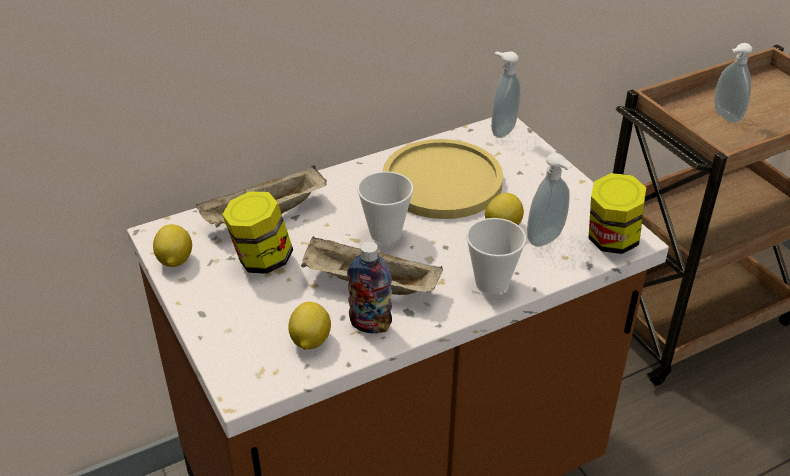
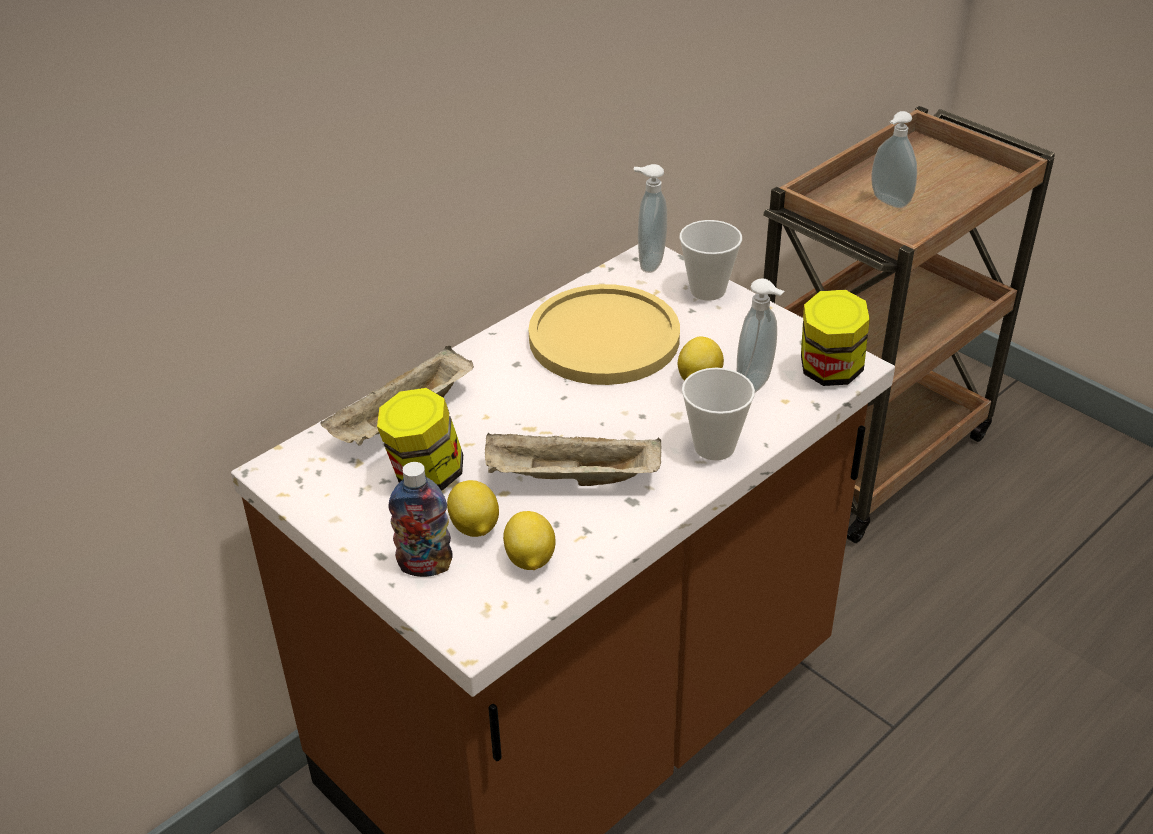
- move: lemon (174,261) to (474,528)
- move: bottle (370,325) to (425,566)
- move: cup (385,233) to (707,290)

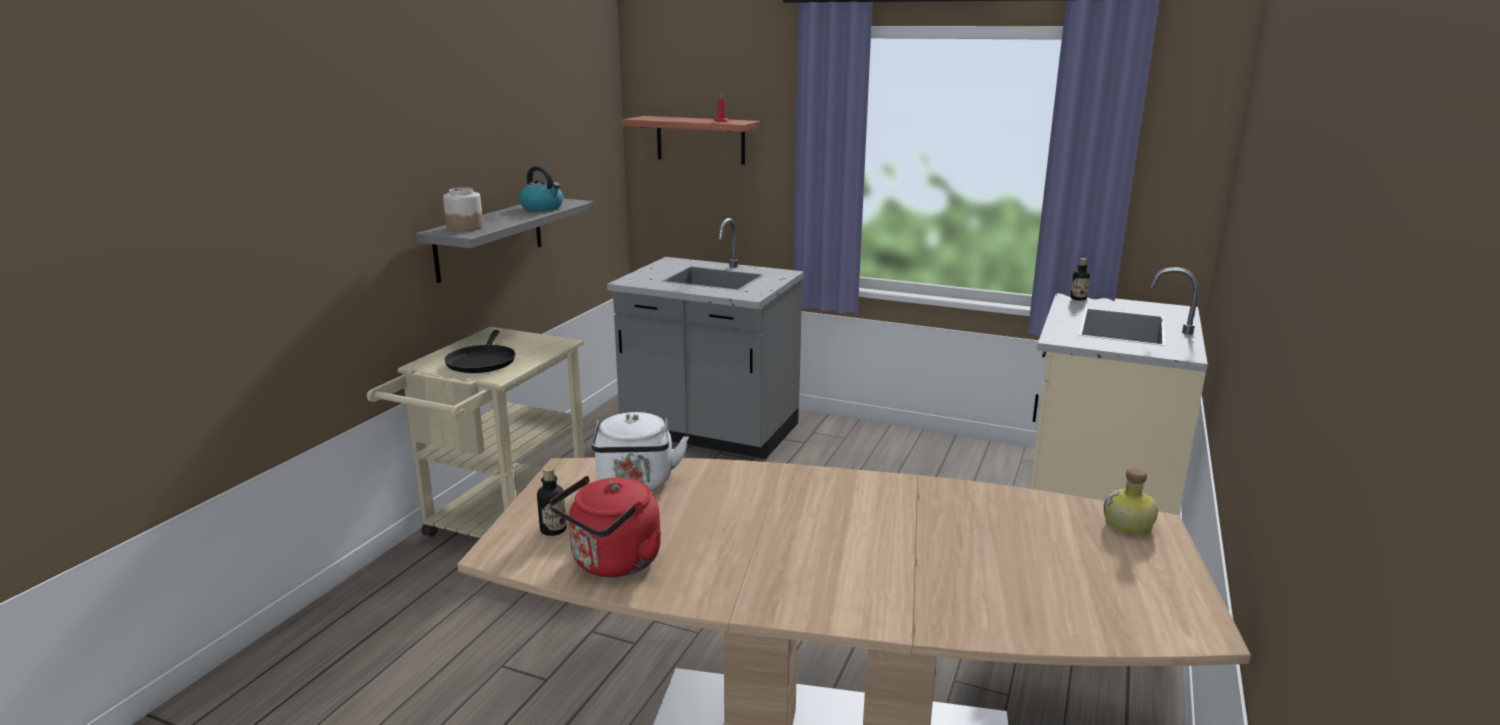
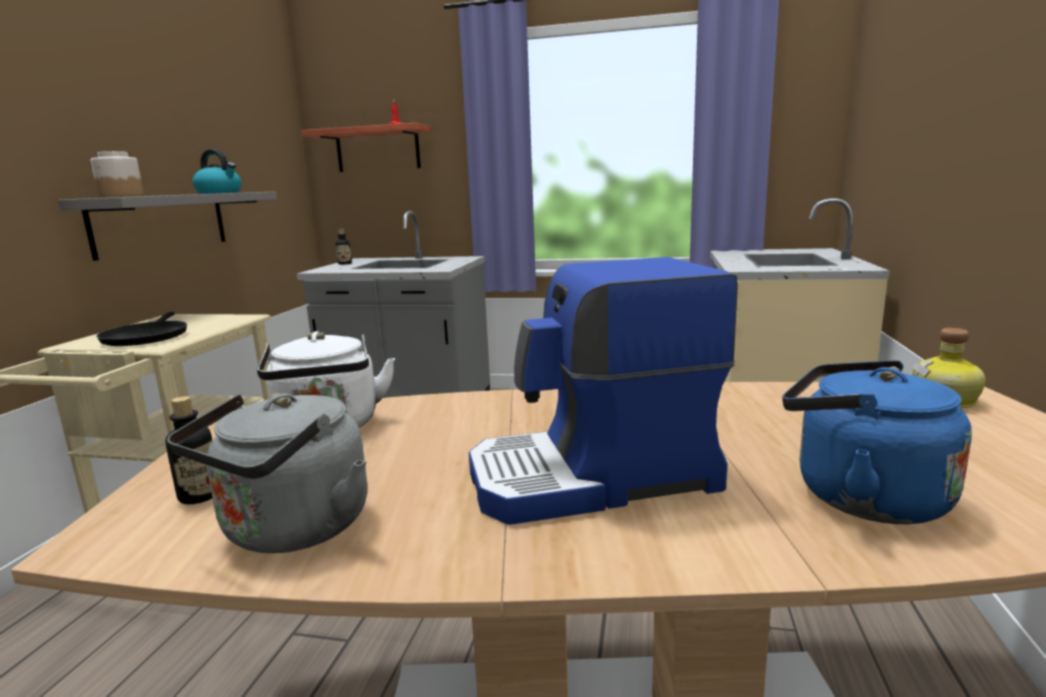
- insert: coffee machine (593,478)
- insert: kettle (blue) (860,496)
- move: bottle (1078,298) to (345,264)
- recolor: kettle (red) (612,563) to kettle (grey) (291,530)

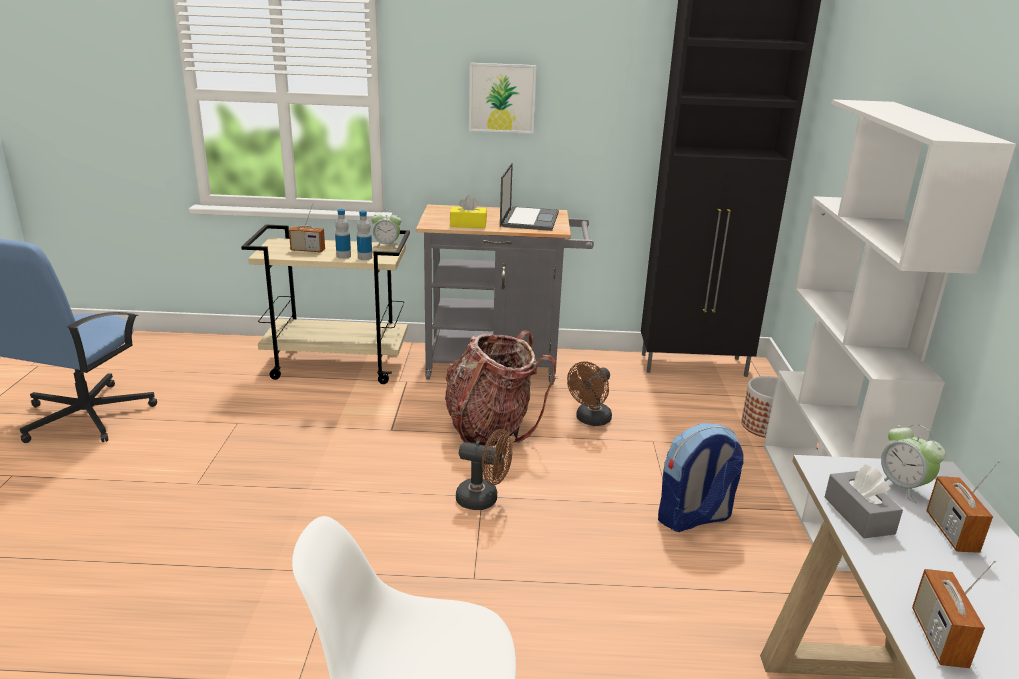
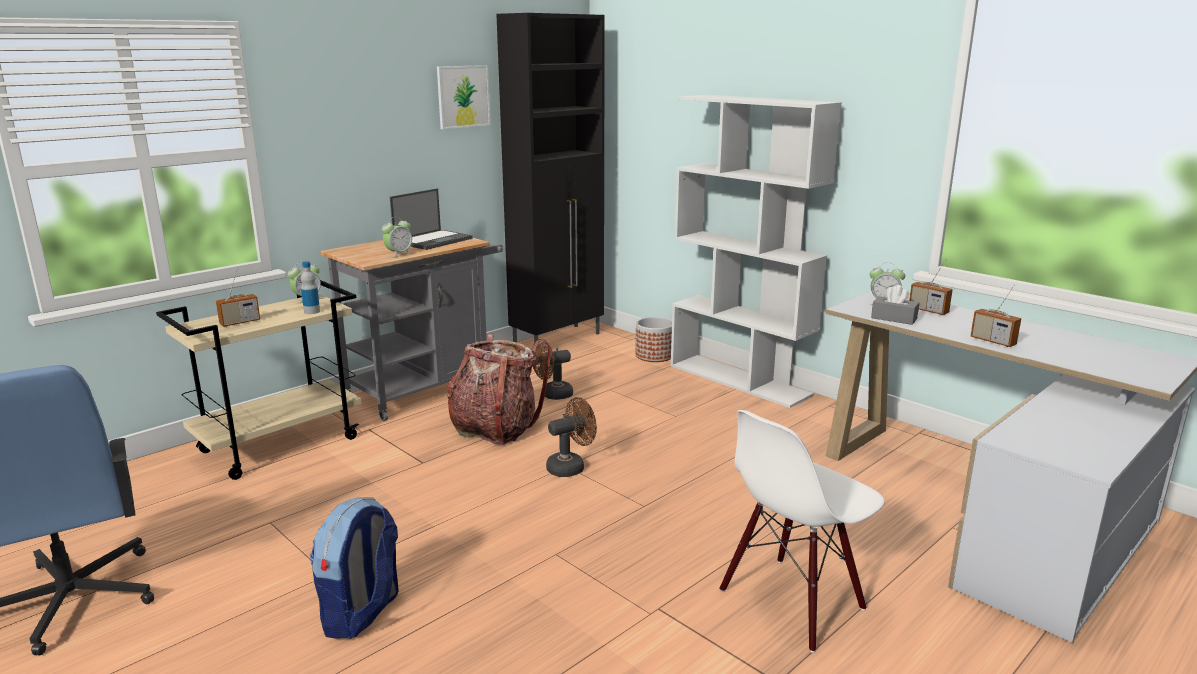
- delete: bottle (343,256)
- move: picture (502,98) to (463,96)
- move: backpack (693,518) to (362,614)
- replace: tissue box (yellow) (468,224) to alarm clock (399,254)
- rotate: laptop (529,219) = (433,240) 75 degrees clockwise
- rotate: fan (brown) (590,420) = (552,395) 75 degrees clockwise

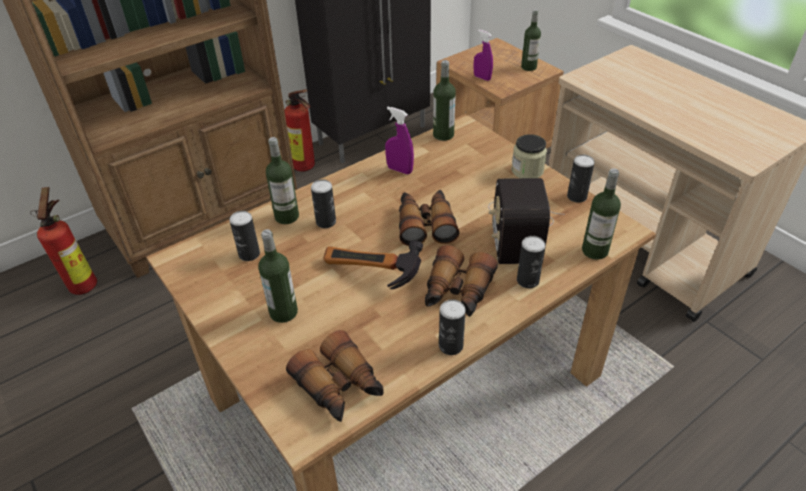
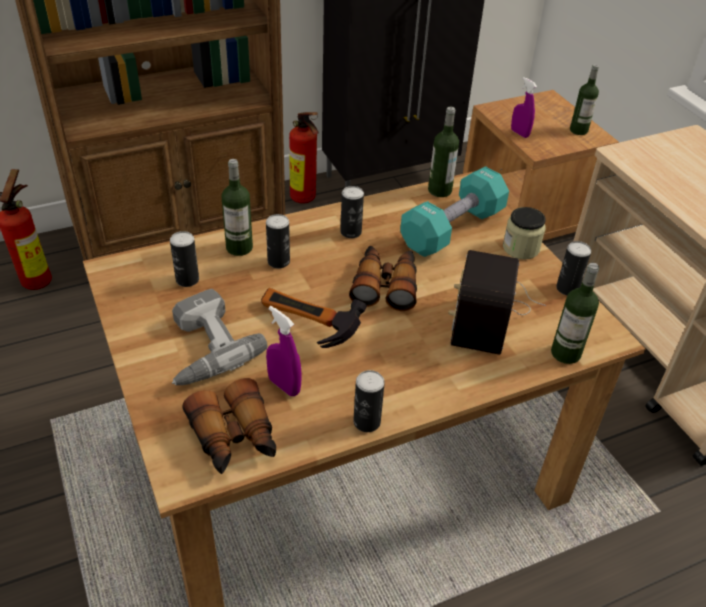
- delete: binoculars (457,292)
- insert: dumbbell (turquoise) (452,229)
- move: spray bottle (purple) (399,170) to (284,386)
- move: can (527,280) to (351,232)
- replace: bottle (283,312) to power drill (202,348)

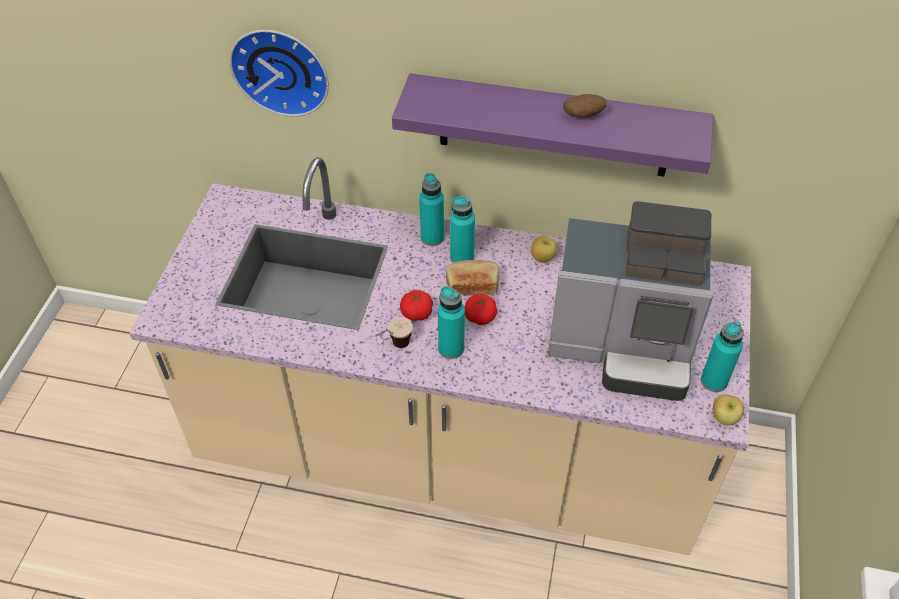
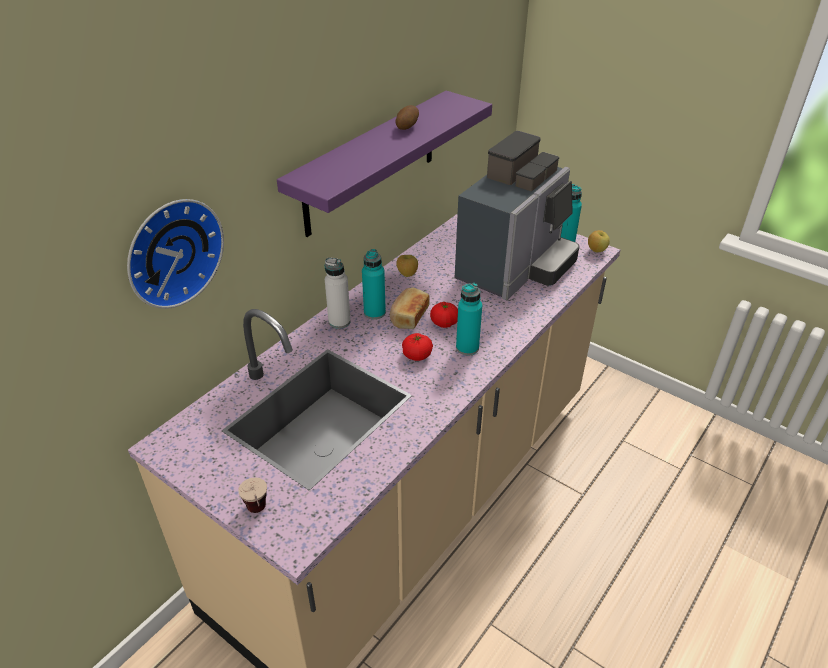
- move: cup (394,348) to (259,514)
- recolor: bottle (turquoise) (432,237) to bottle (white) (339,321)

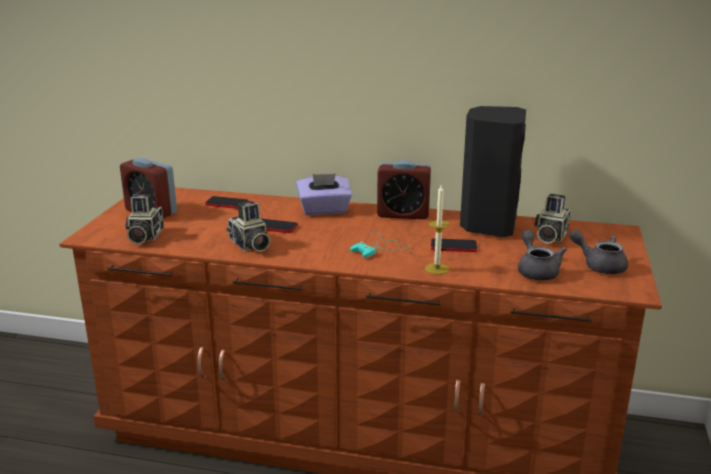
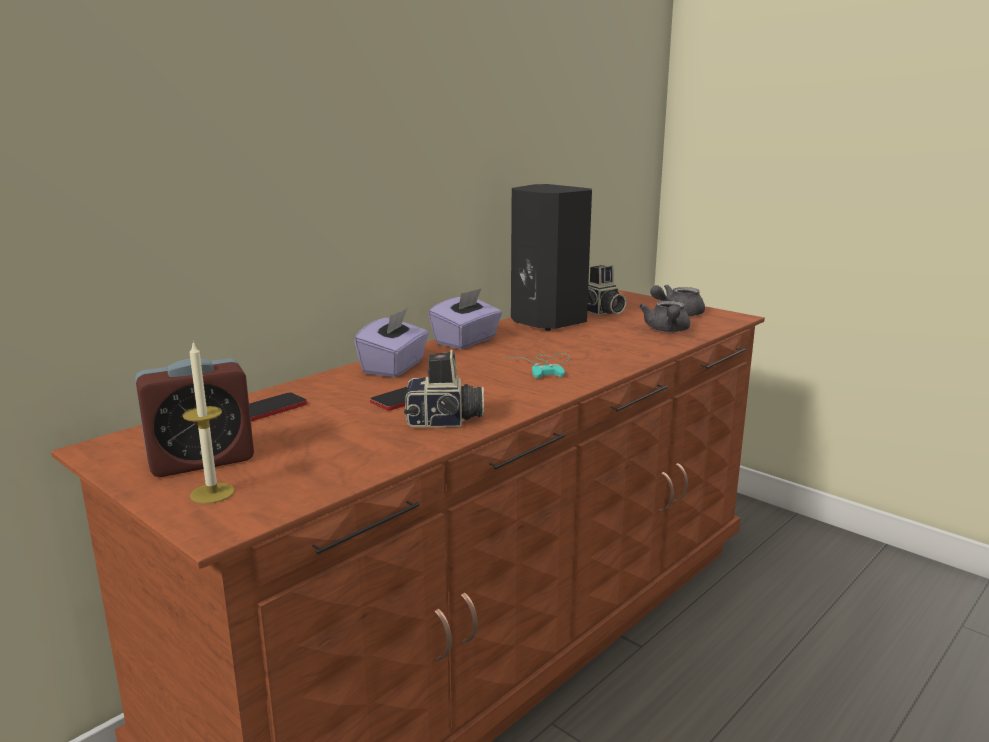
- delete: photo camera (144,236)
- delete: phone (453,246)
- move: candle (437,269) to (212,493)
- replace: alarm clock (403,214) to tissue box (purple) (466,341)
- rotate: teapot (grey) (536,270) = (667,330) 105 degrees counterclockwise

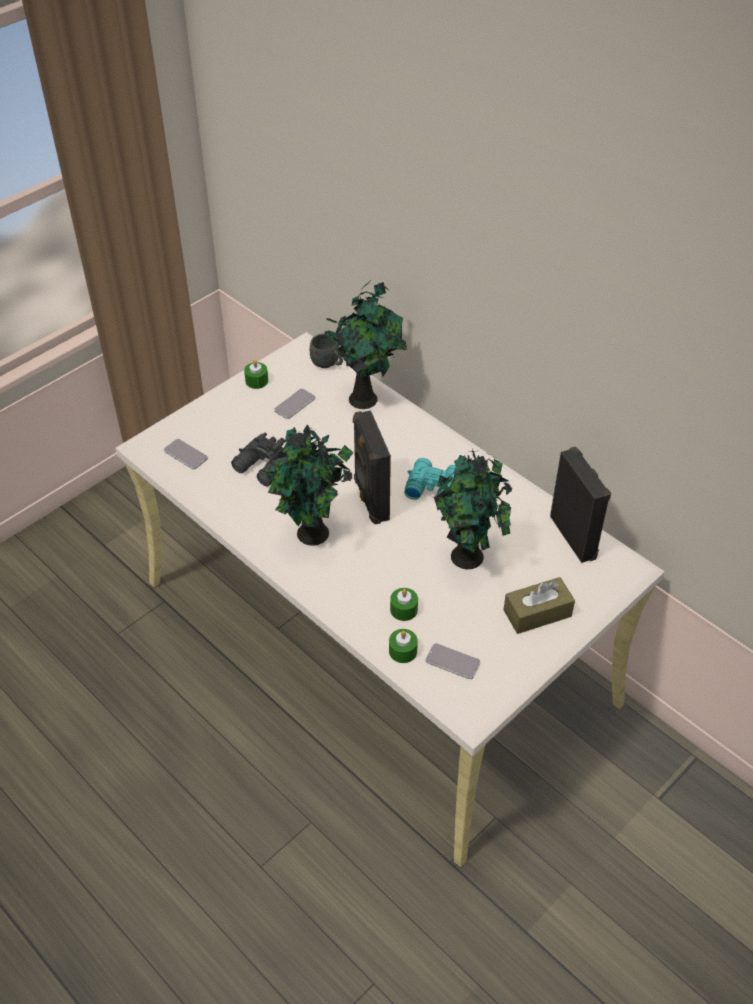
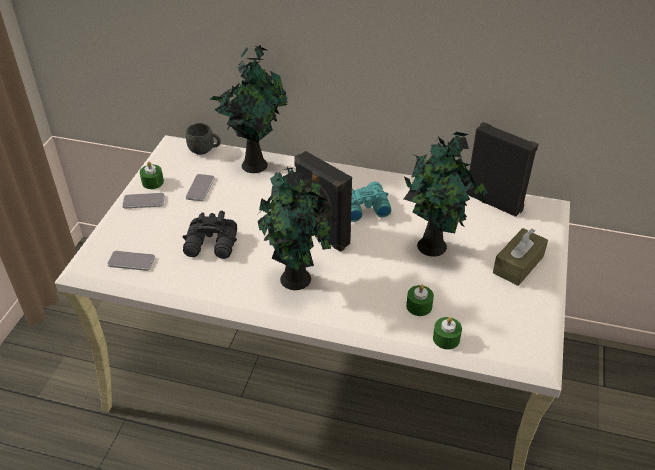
- move: phone (452,662) to (143,201)

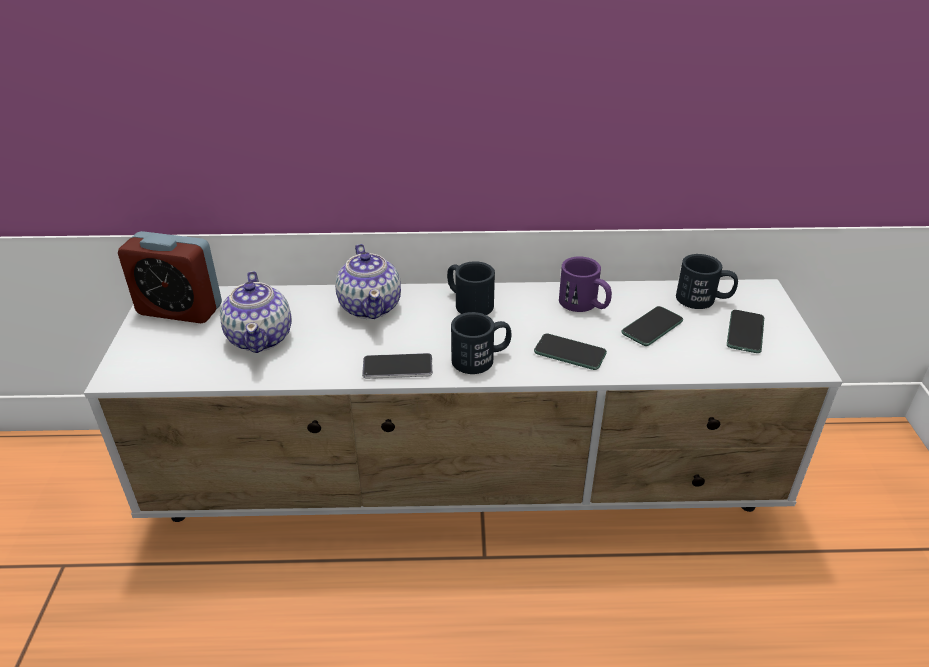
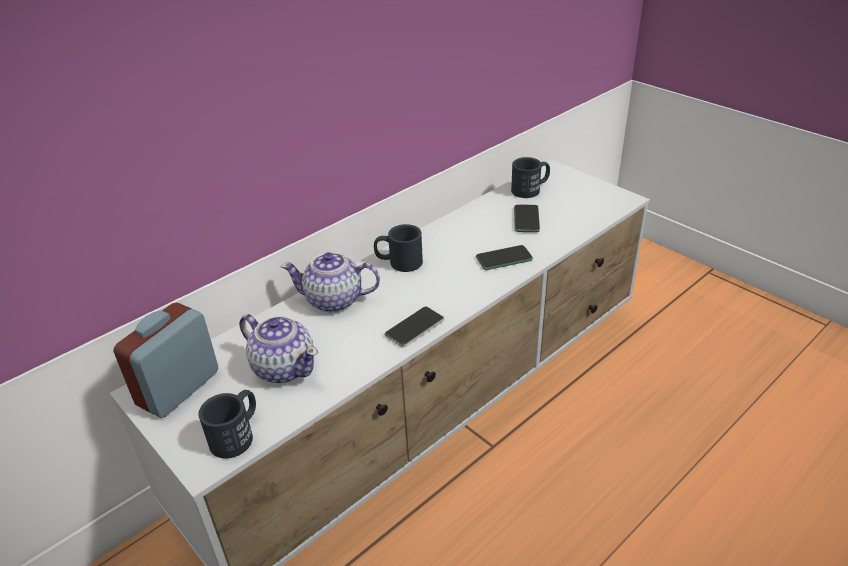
- delete: mug (purple) (584,304)
- delete: phone (745,332)
- move: mug (black) (481,358) to (237,434)
- rotate: alarm clock (180,310) = (178,388) 150 degrees clockwise
- rotate: teapot (370,306) = (335,300) 150 degrees clockwise

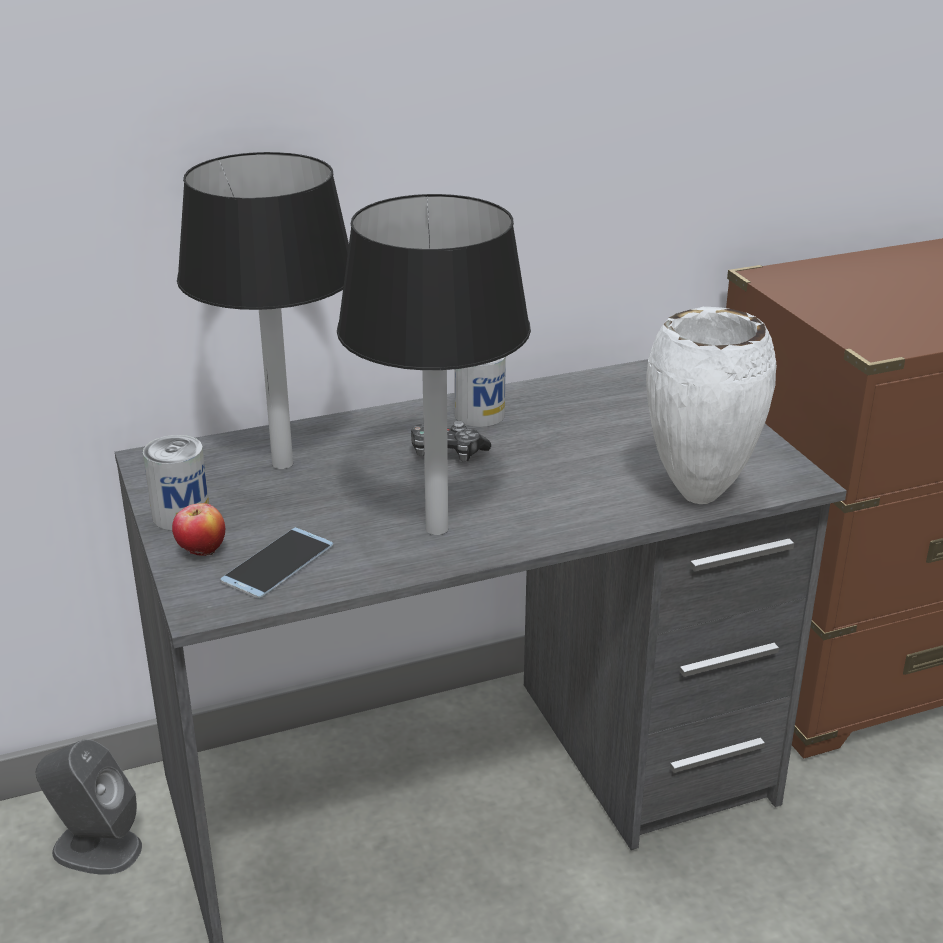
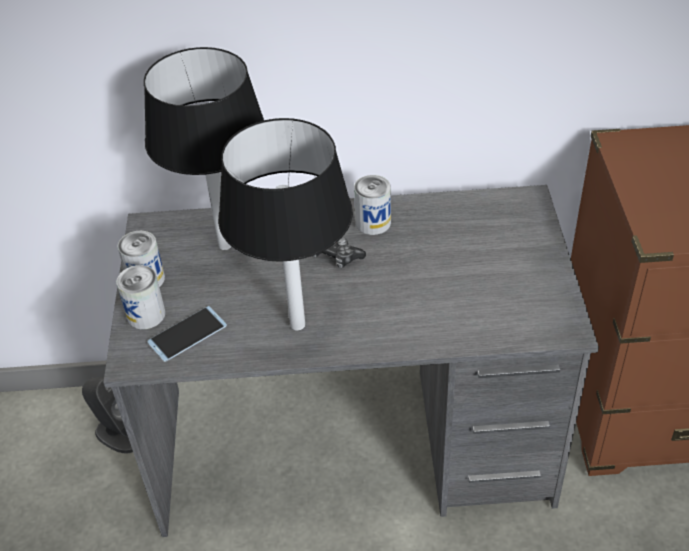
- delete: vase (white) (696,496)
- replace: apple (201,552) to can (146,315)

